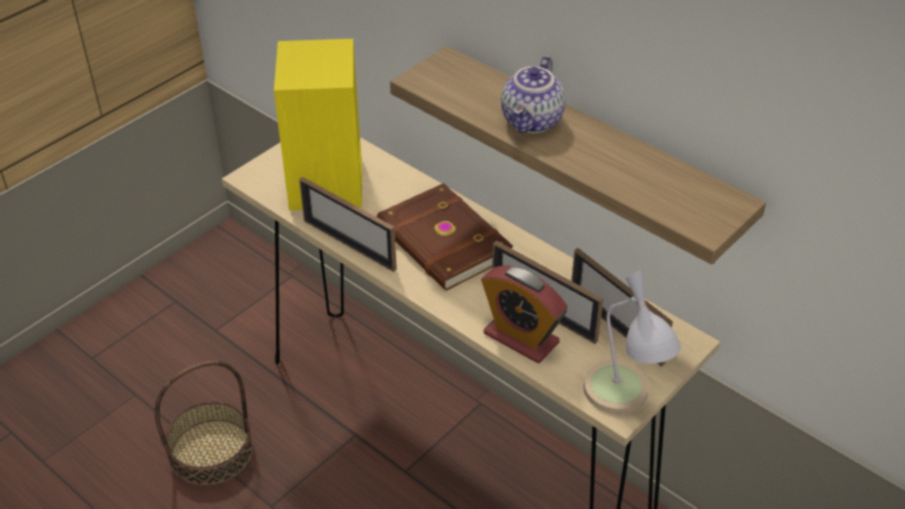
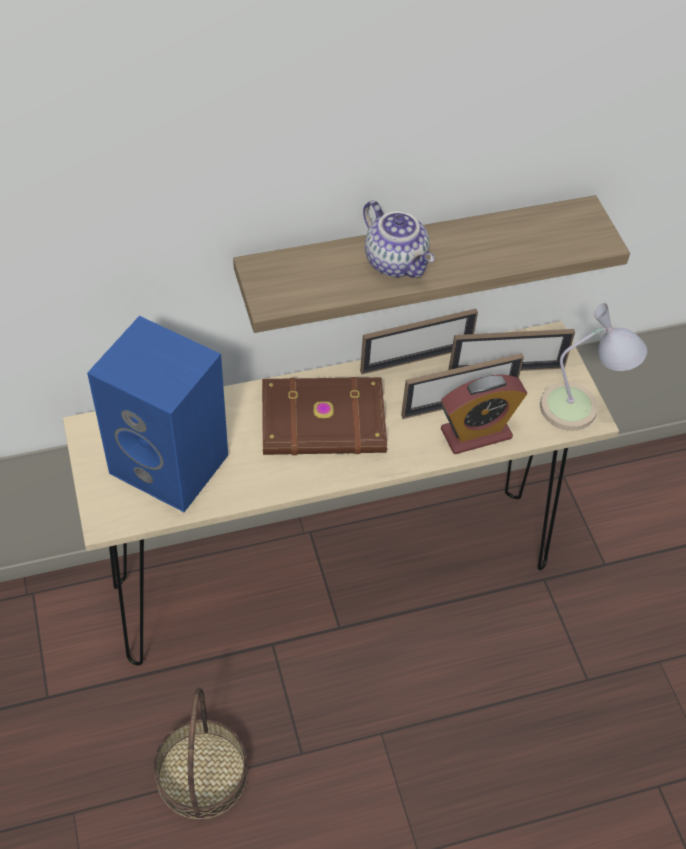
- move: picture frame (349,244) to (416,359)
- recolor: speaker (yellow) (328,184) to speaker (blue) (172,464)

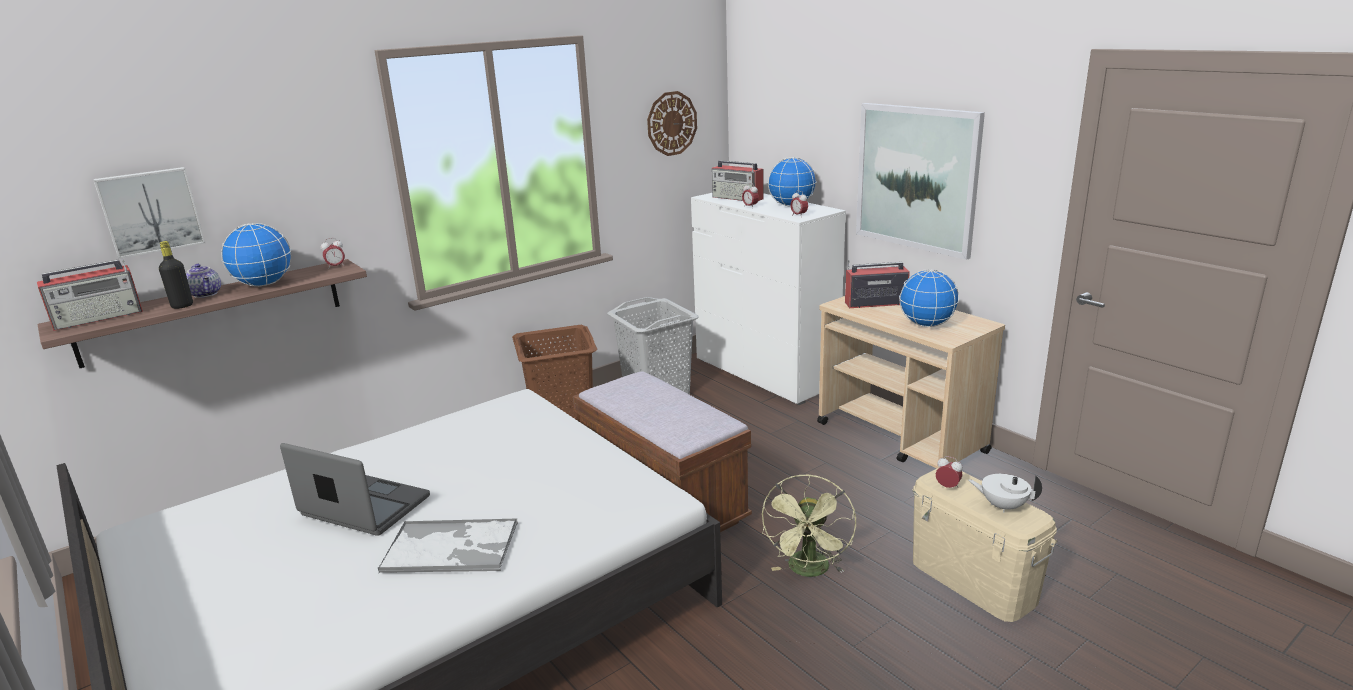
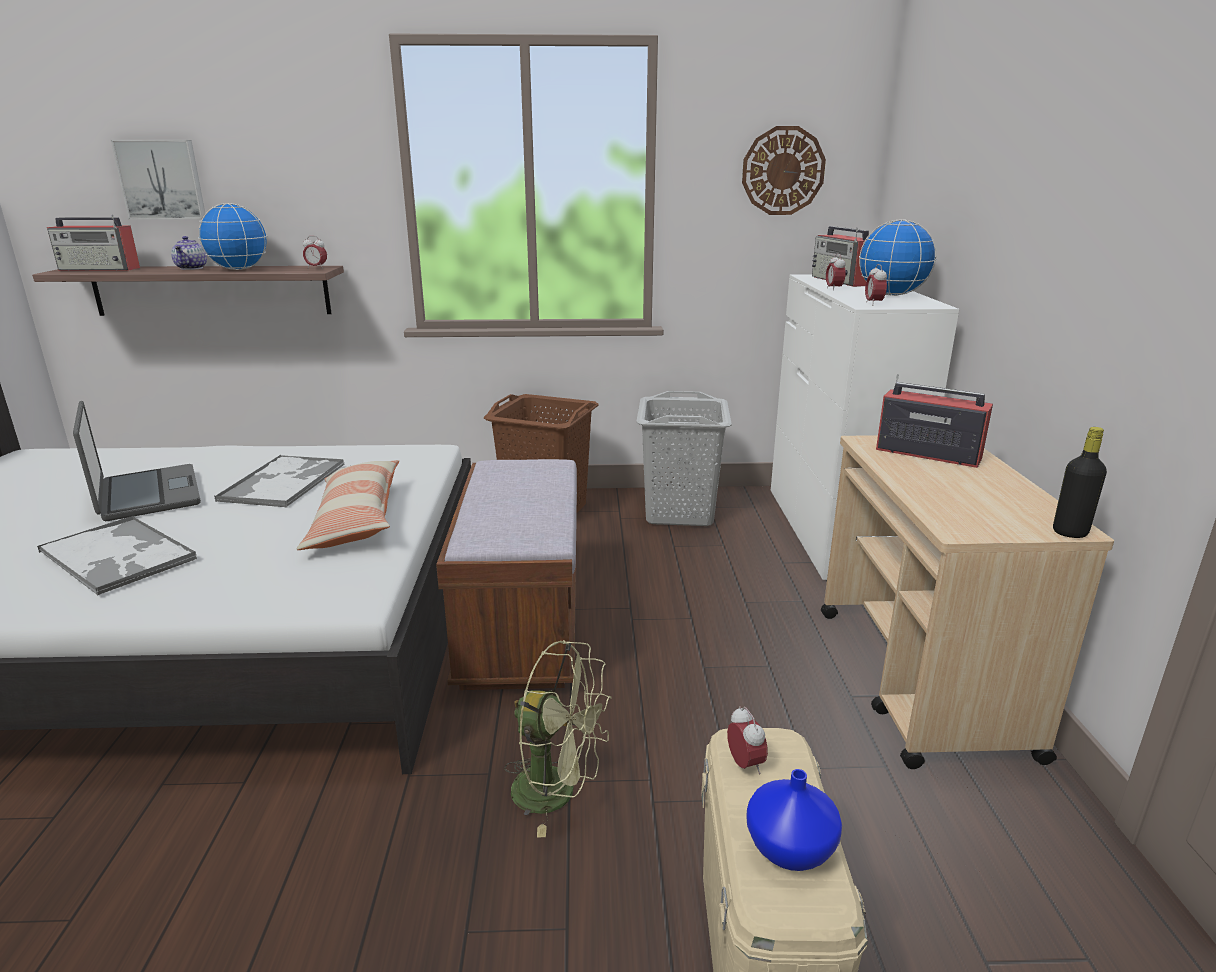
- delete: picture (916,178)
- delete: globe (926,324)
- insert: tray (284,481)
- insert: pillow (356,519)
- move: bottle (black) (182,306) to (1070,532)
- replace: teapot (white) (1002,506) to vase (blue) (790,847)
- rotate: fan (green) (809,571) = (558,792) 120 degrees counterclockwise

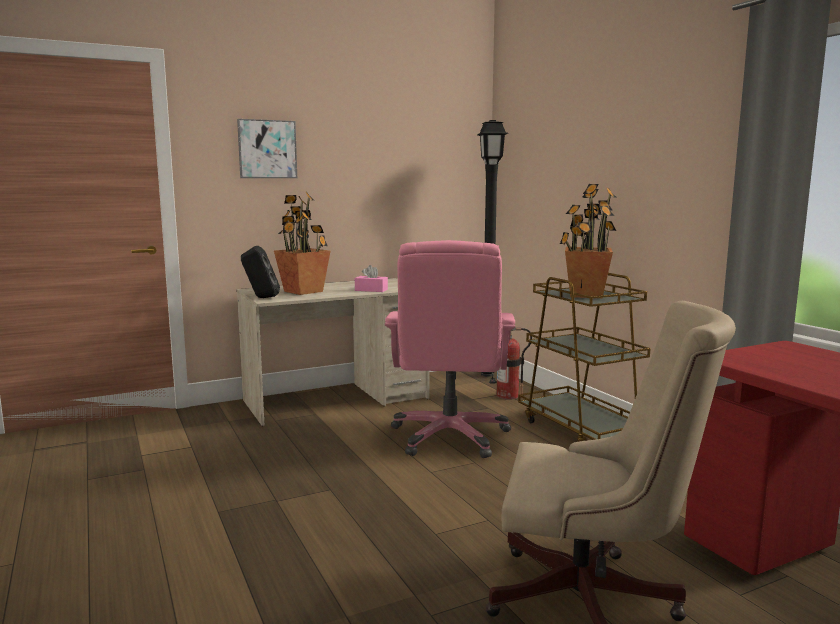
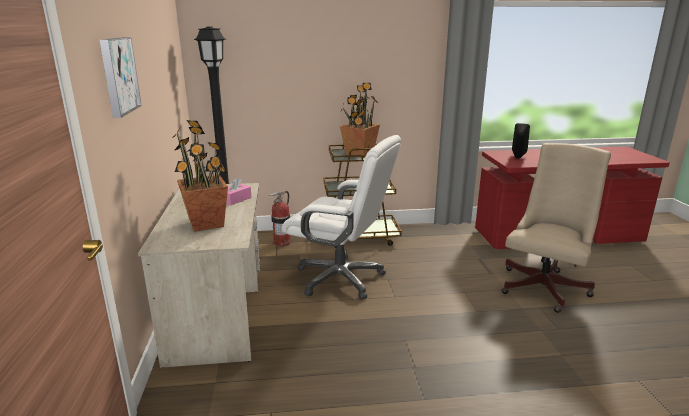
- move: speaker (black) (261,298) to (518,158)
- recolor: office chair (pink) (450,436) to office chair (white) (341,278)

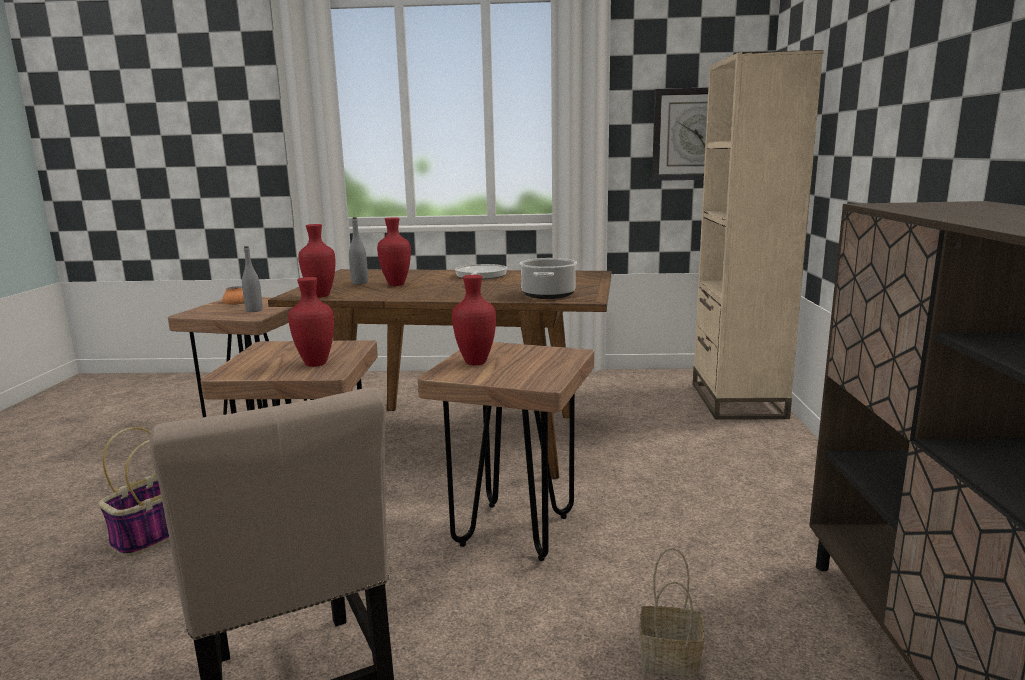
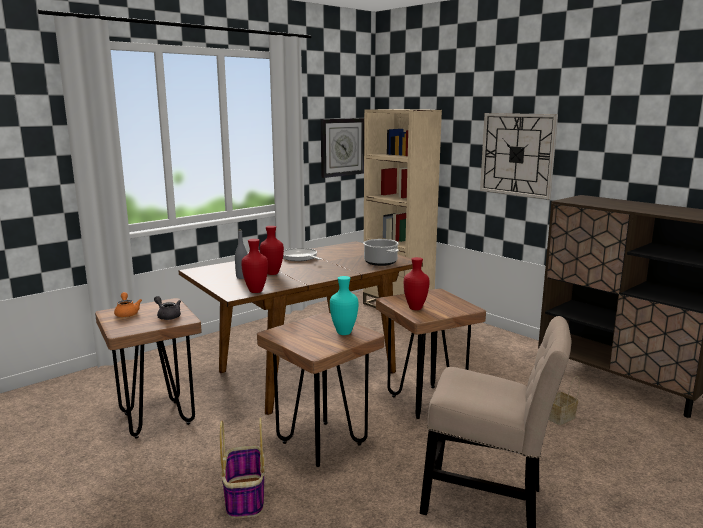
- insert: wall clock (517,154)
- replace: bottle (grey) (254,310) to teapot (grey) (167,316)
- recolor: vase (red) (314,364) to vase (turquoise) (344,333)

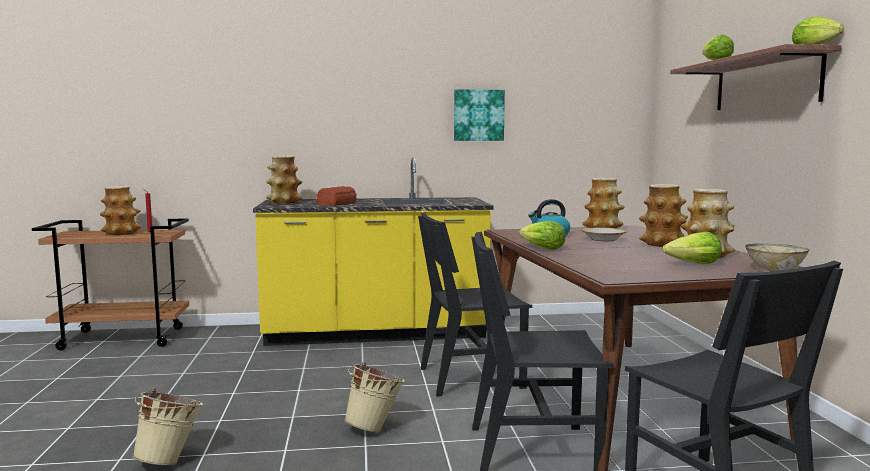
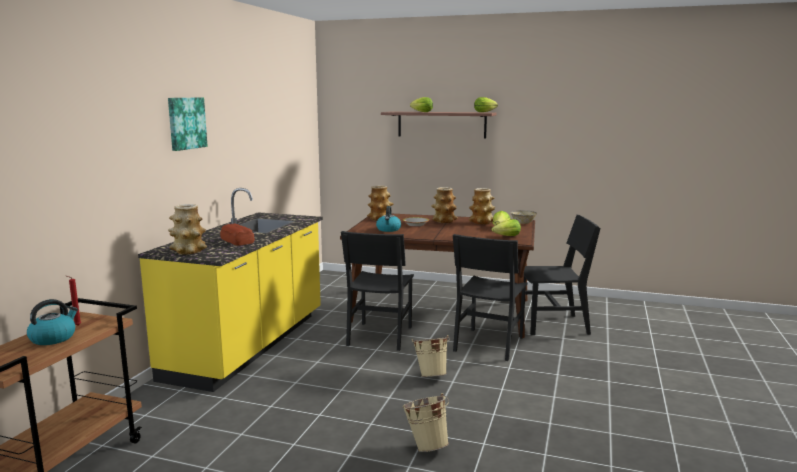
- move: picture (478,115) to (186,123)
- move: lettuce (541,248) to (507,236)
- replace: vase (121,233) to kettle (53,338)

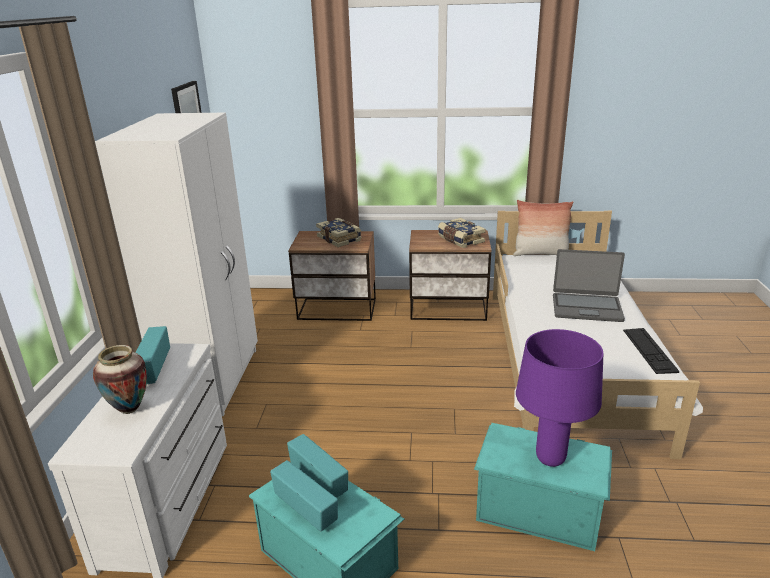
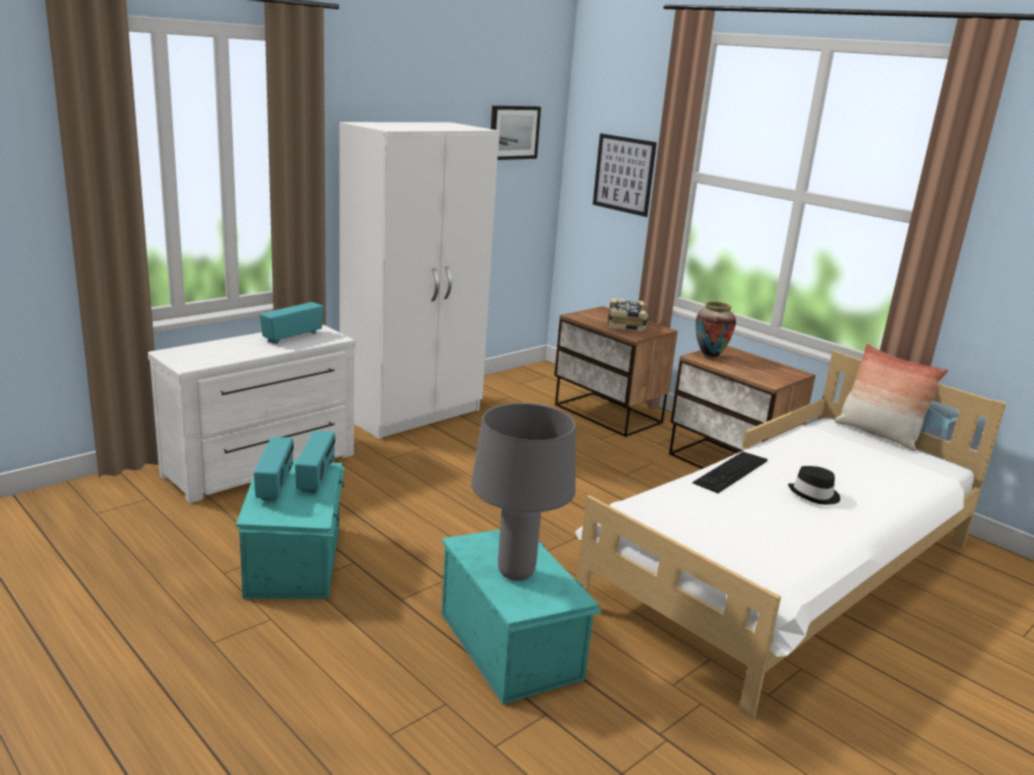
- delete: book (460,240)
- insert: picture (624,174)
- move: vase (129,409) to (709,356)
- move: keyboard (649,350) to (730,471)
- replace: laptop (586,308) to hat (black) (814,495)
- recolor: table lamp (purple) (550,459) to table lamp (grey) (515,573)

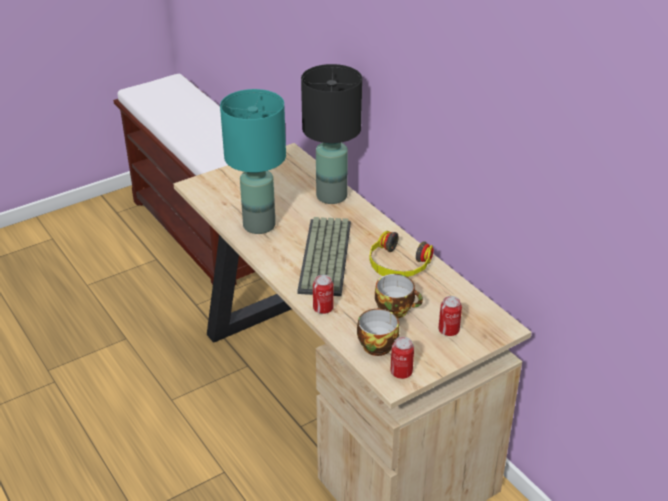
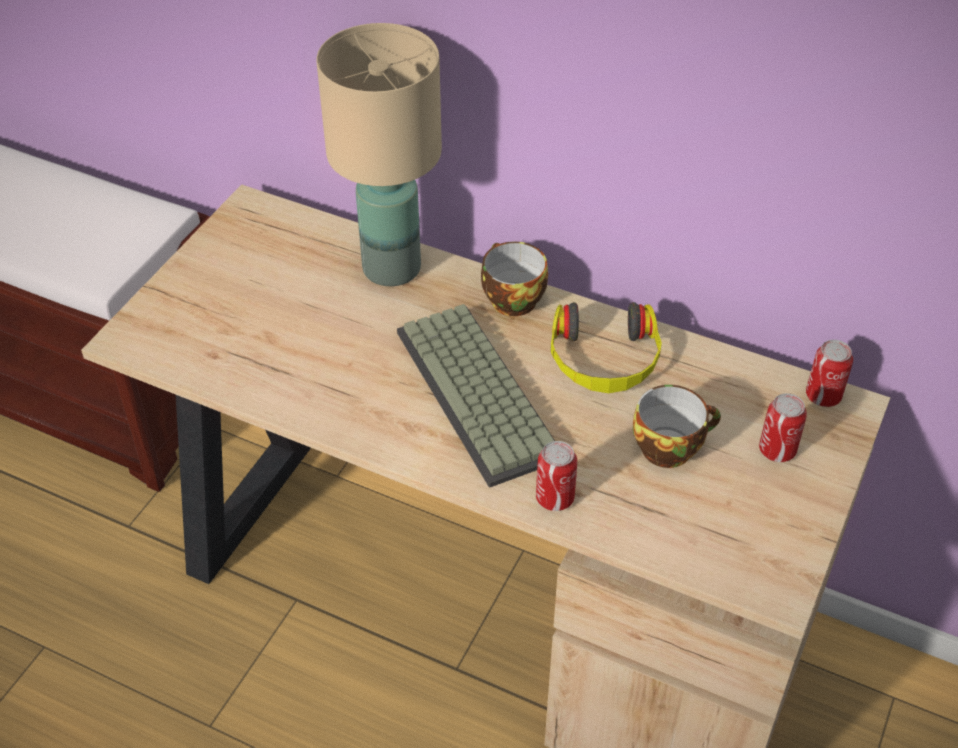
- delete: table lamp (turquoise) (258,225)
- move: cup (376,344) to (510,299)
- move: can (401,372) to (823,396)
- recolor: table lamp (black) (331,196) to table lamp (beige) (391,269)

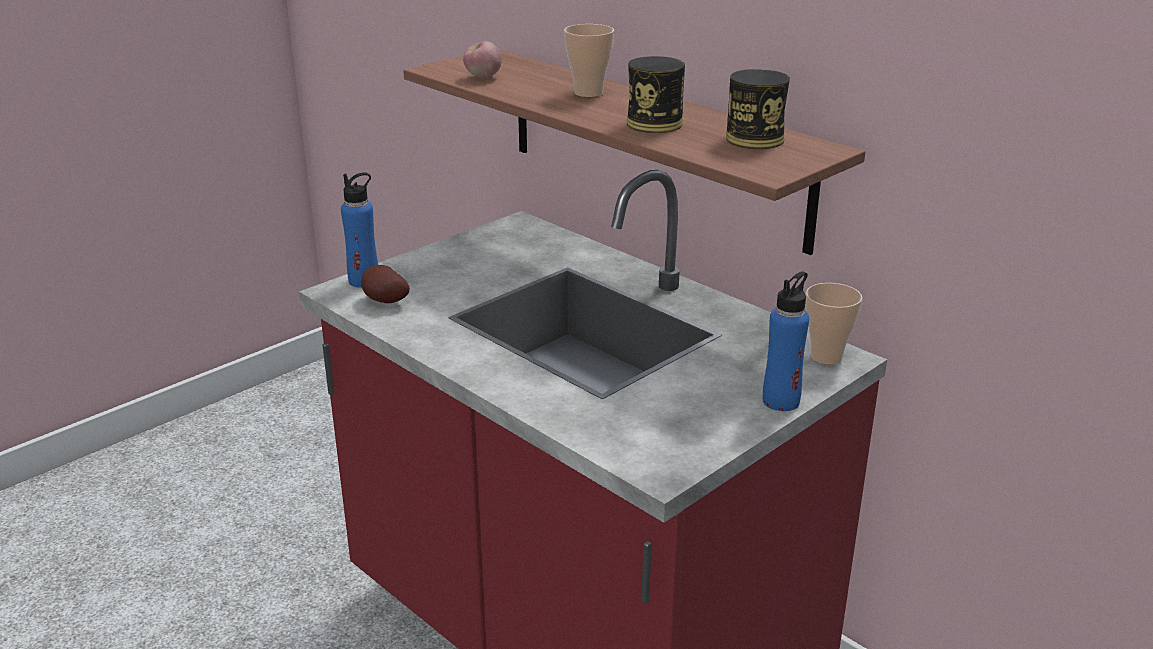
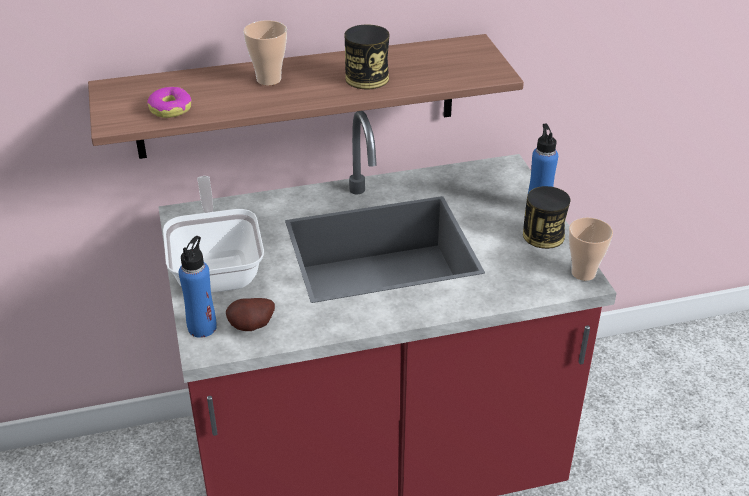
- insert: frying pan (217,269)
- move: can (754,139) to (543,235)
- move: cup (826,357) to (583,273)
- replace: apple (482,77) to donut (170,109)

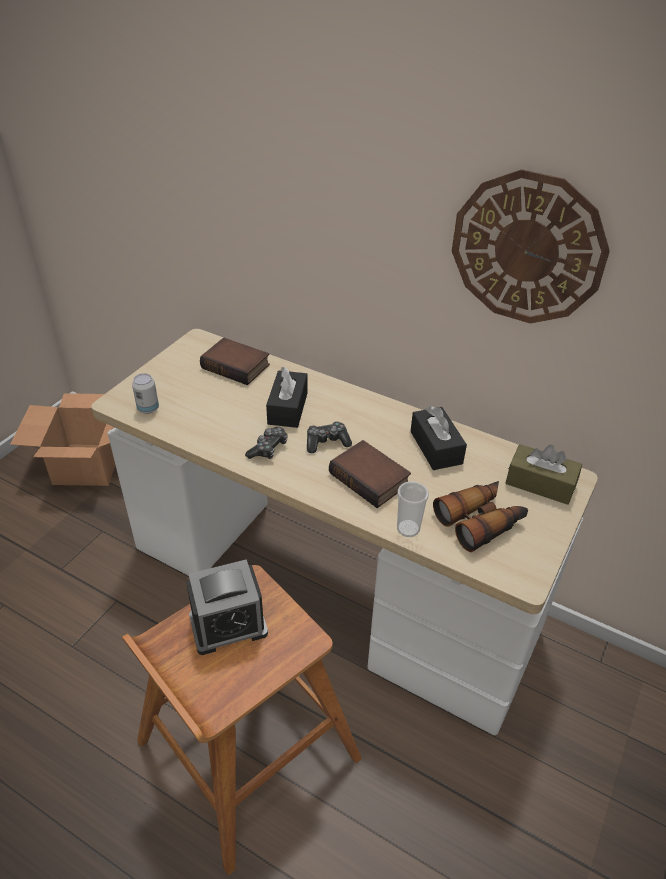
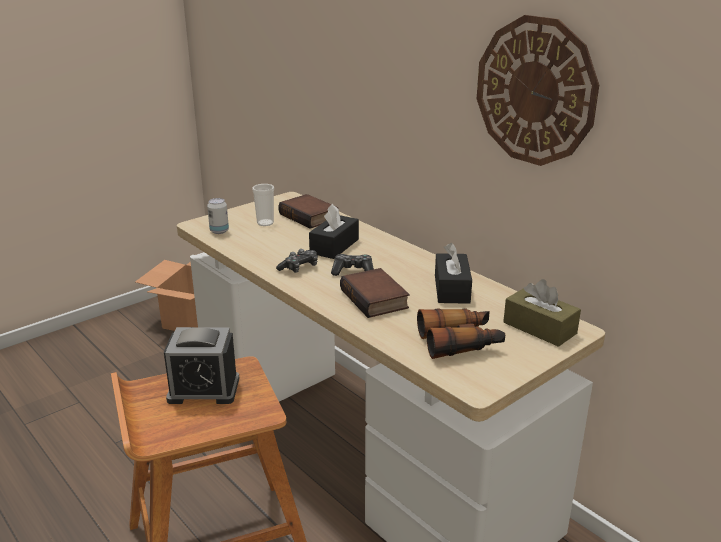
- move: cup (408,528) to (265,223)

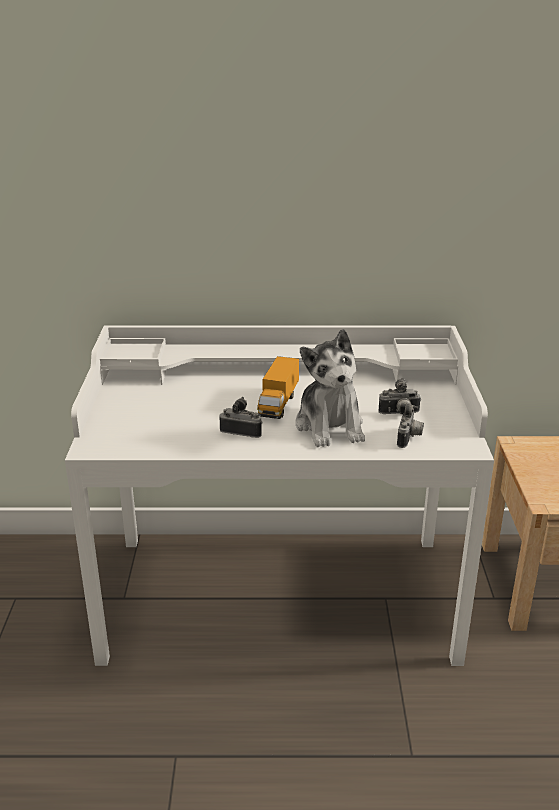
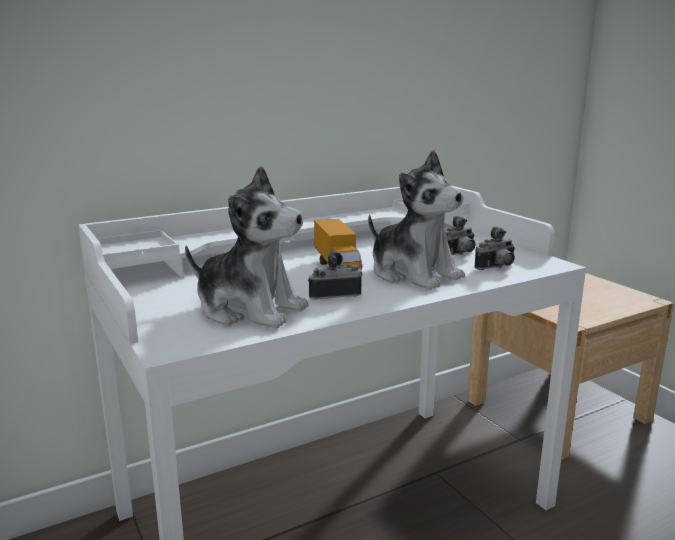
- insert: plush toy (250,309)
- rotate: photo camera (409,438) = (497,268) 75 degrees clockwise

